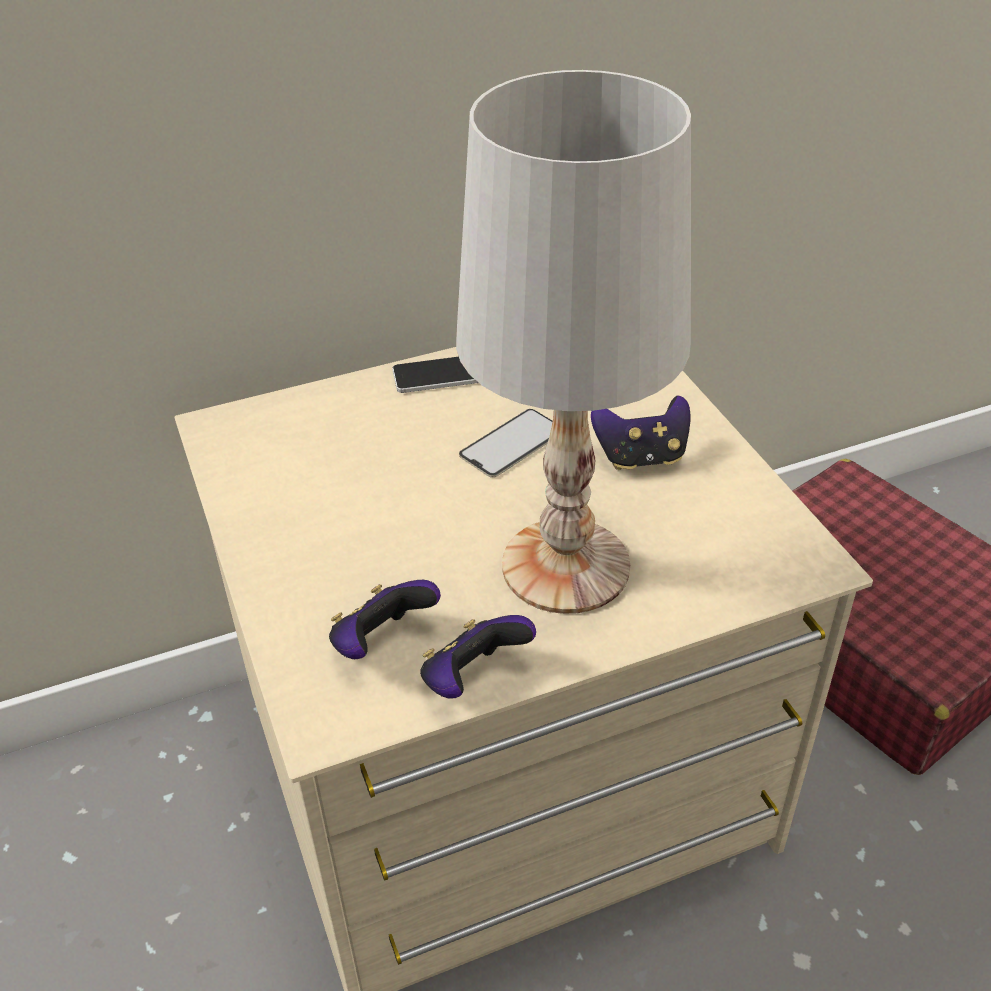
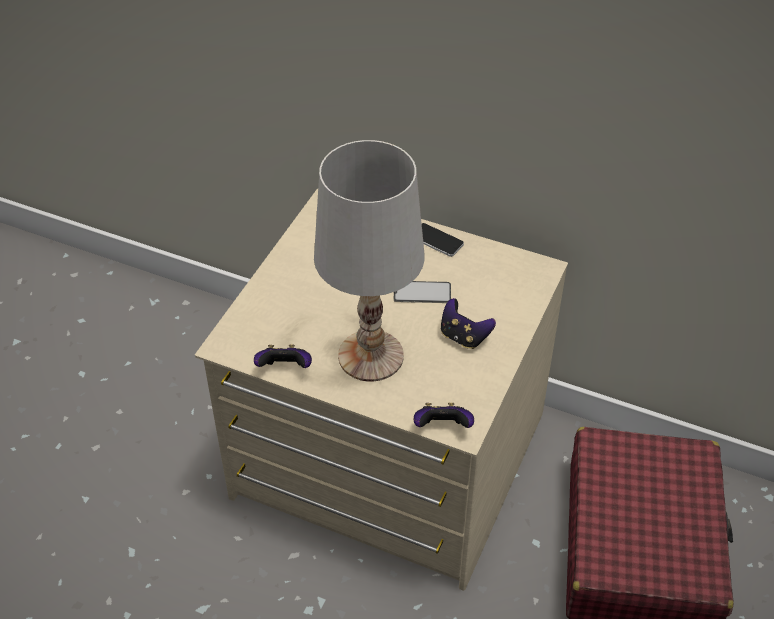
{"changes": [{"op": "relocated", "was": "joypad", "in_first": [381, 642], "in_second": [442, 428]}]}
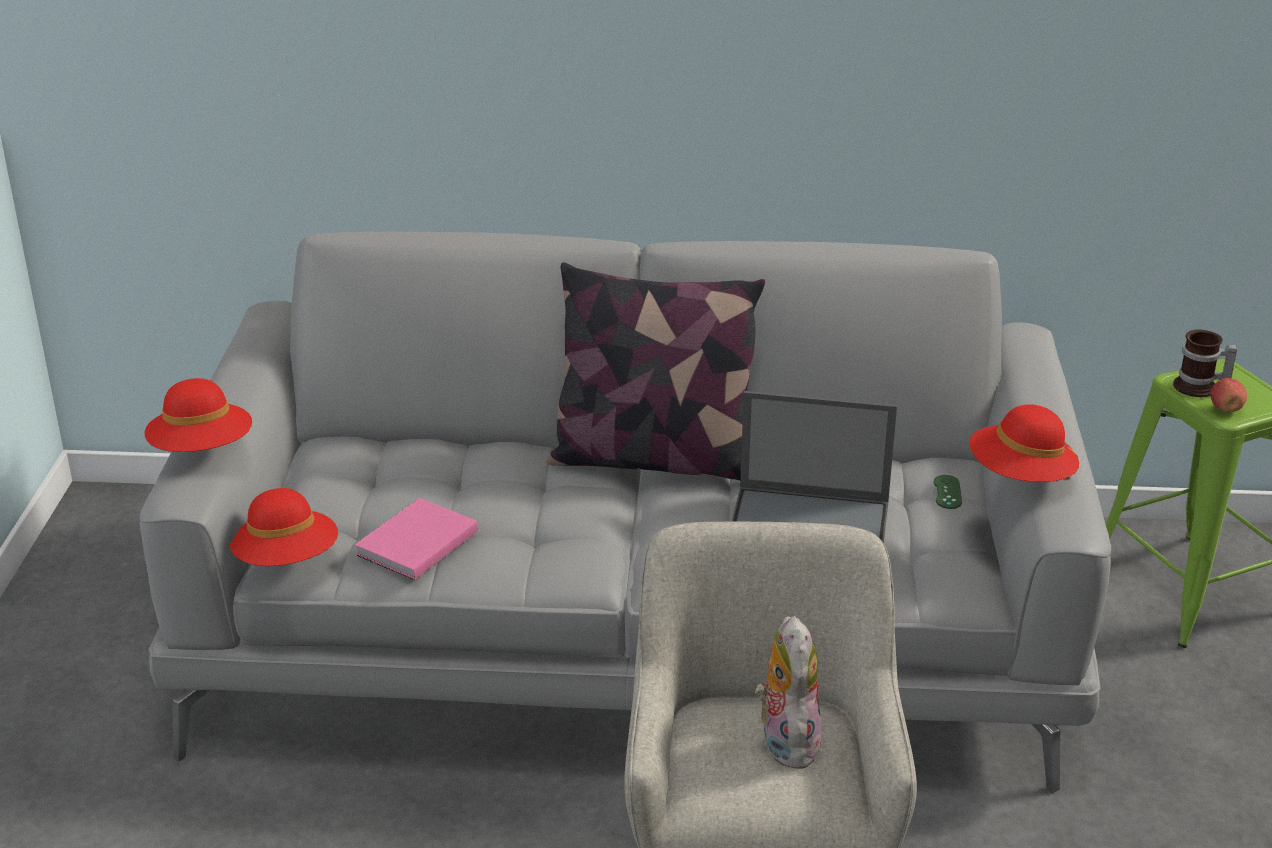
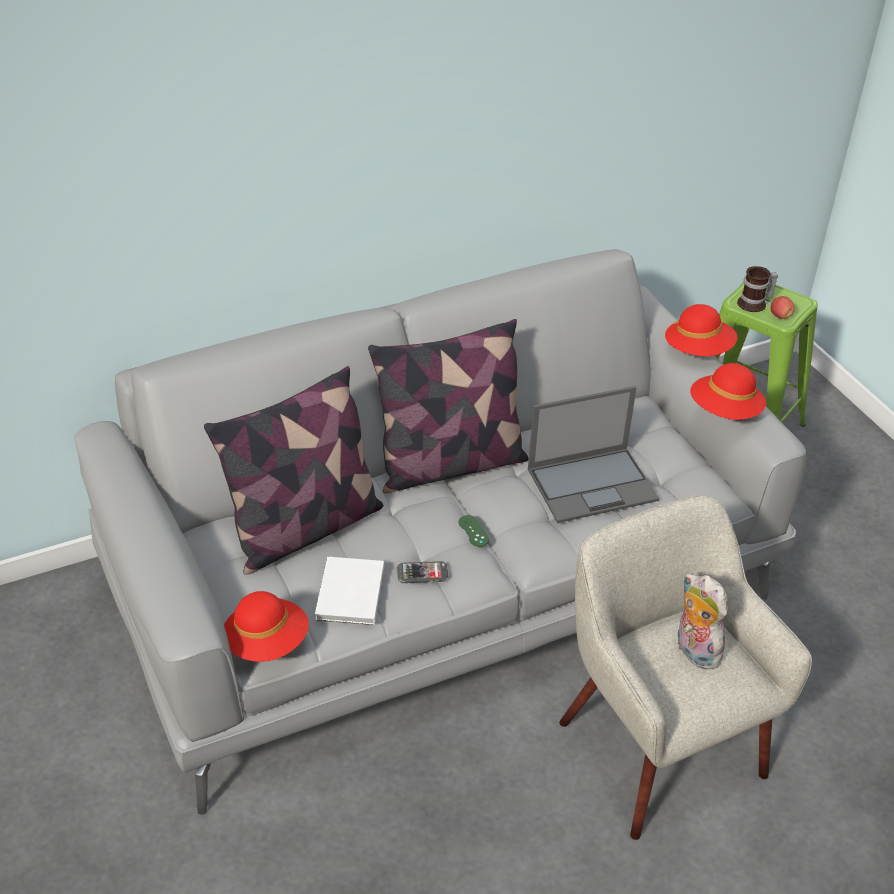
{"changes": [{"op": "relocated", "was": "wearable hat/red", "in_first": [202, 450], "in_second": [698, 350]}, {"op": "colour", "was": "book/pink", "now": "book/white", "in_first": [414, 544], "in_second": [348, 595]}, {"op": "relocated", "was": "joypad/green", "in_first": [947, 492], "in_second": [473, 531]}, {"op": "appeared", "now": "cushion", "in_second": [304, 528]}, {"op": "appeared", "now": "handset", "in_second": [422, 573]}]}
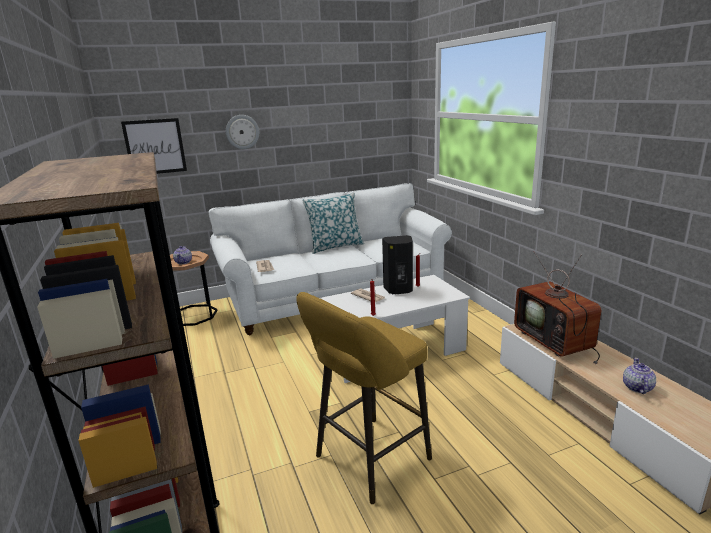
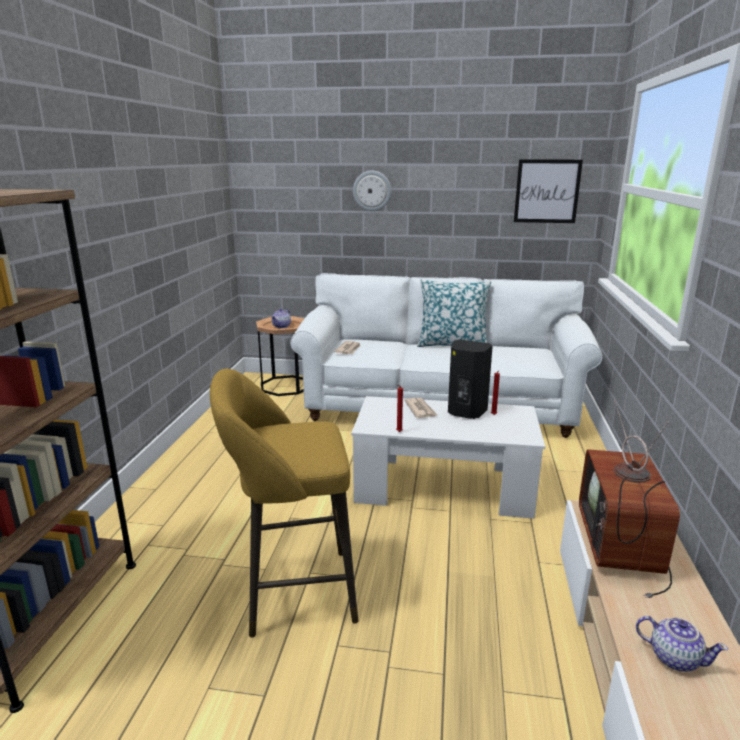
{"changes": [{"op": "relocated", "was": "wall art", "in_first": [155, 147], "in_second": [547, 191]}, {"op": "spun", "was": "teapot", "in_first": [637, 387], "in_second": [674, 657], "clockwise": 75}]}
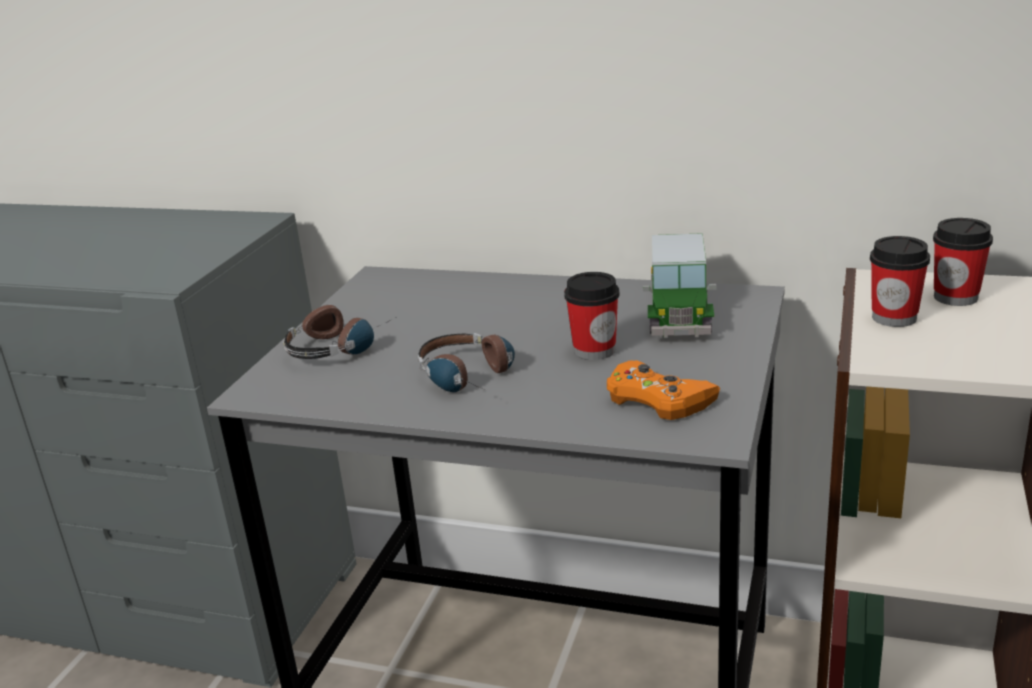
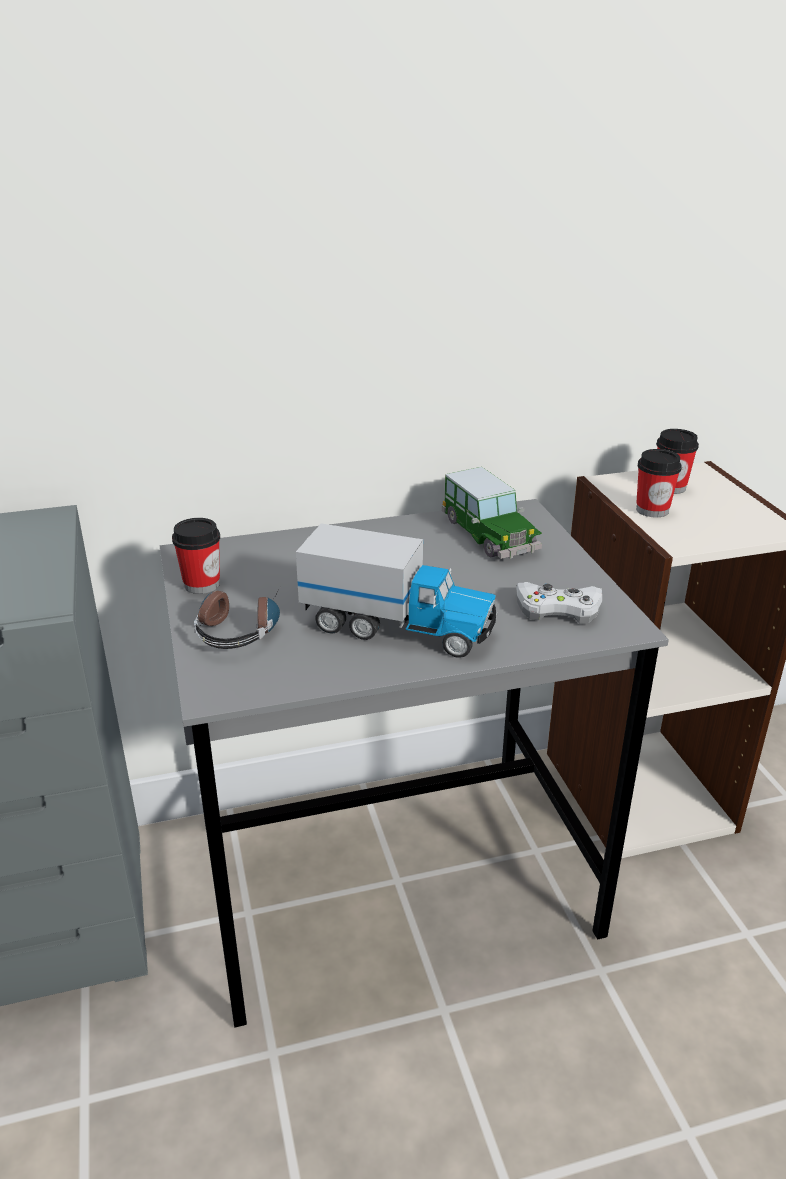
{"changes": [{"op": "exchanged", "was": "headset", "now": "model truck", "in_first": [473, 378], "in_second": [398, 628]}, {"op": "relocated", "was": "small cup", "in_first": [594, 350], "in_second": [202, 584]}, {"op": "colour", "was": "joypad/orange", "now": "joypad/white", "in_first": [658, 399], "in_second": [558, 609]}]}
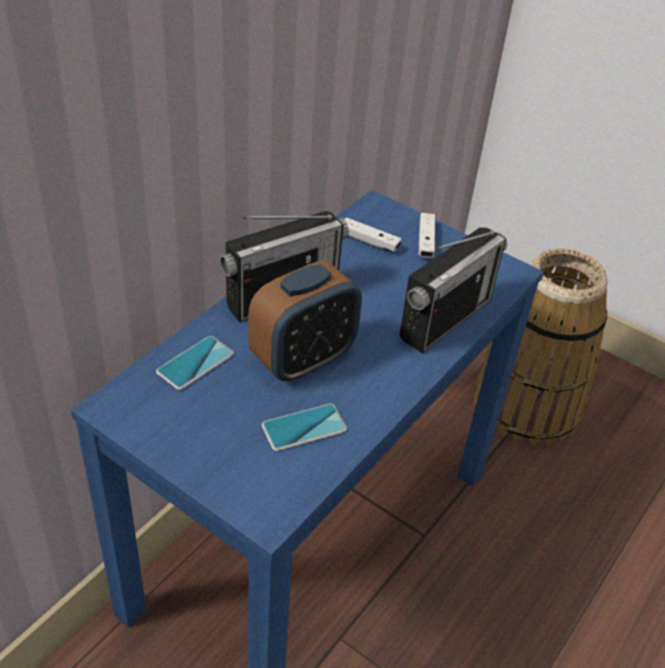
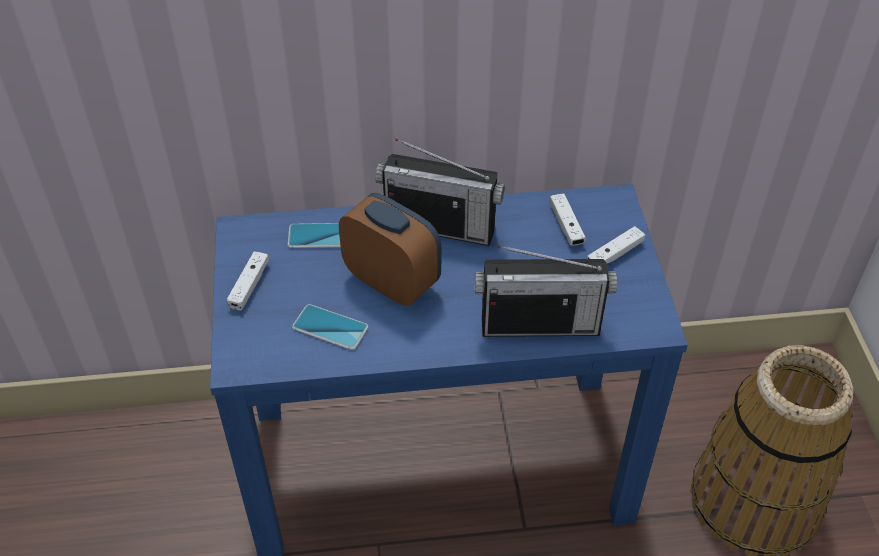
{"changes": [{"op": "spun", "was": "table clock", "in_first": [303, 360], "in_second": [392, 282], "clockwise": -150}, {"op": "appeared", "now": "joypad/white", "in_second": [249, 286]}]}
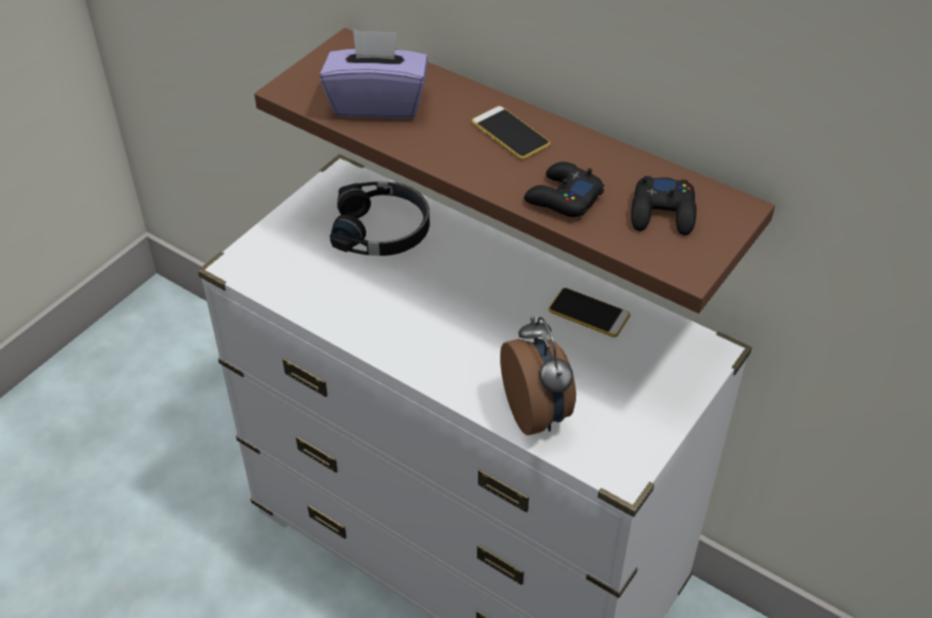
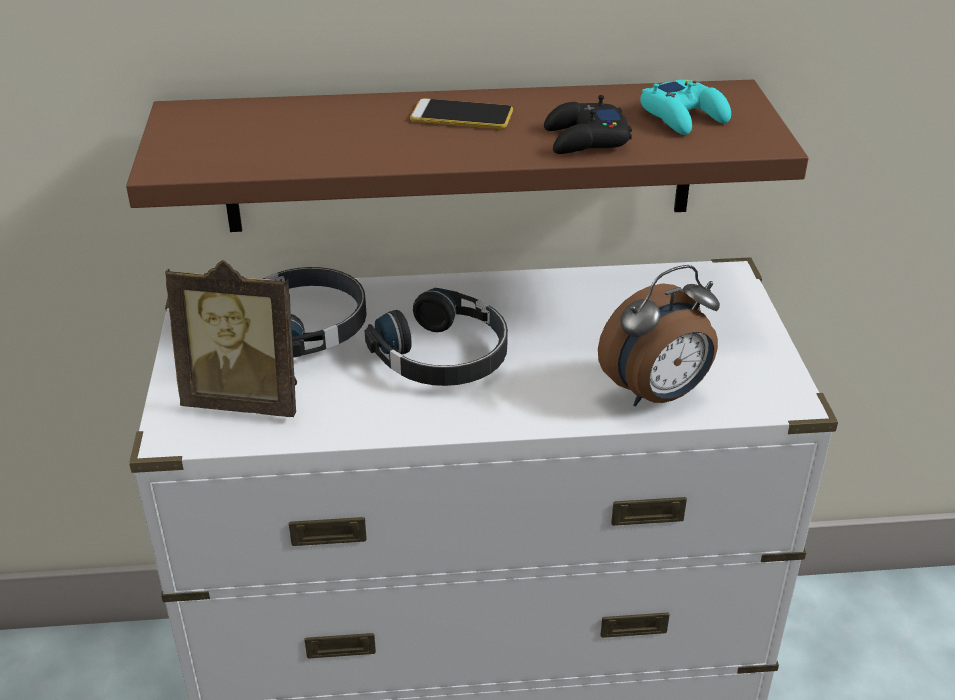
{"changes": [{"op": "missing", "was": "tissue box/purple", "in_first": [377, 103]}, {"op": "spun", "was": "table clock", "in_first": [537, 413], "in_second": [657, 394], "clockwise": 120}, {"op": "missing", "was": "handset", "in_first": [589, 313]}, {"op": "colour", "was": "joypad/black-coloured", "now": "joypad/blue-green", "in_first": [663, 213], "in_second": [684, 116]}, {"op": "appeared", "now": "standing frame", "in_second": [247, 399]}, {"op": "appeared", "now": "headset/black-coloured", "in_second": [444, 356]}]}
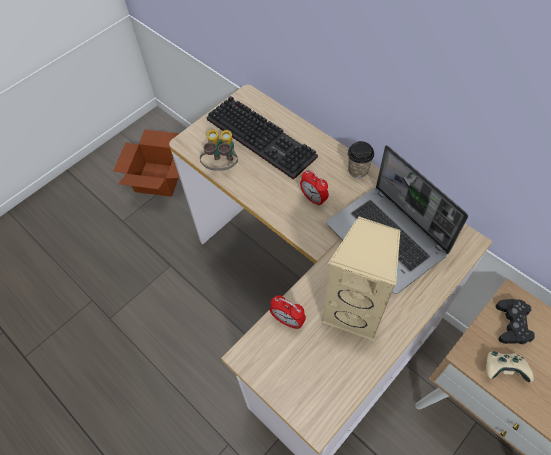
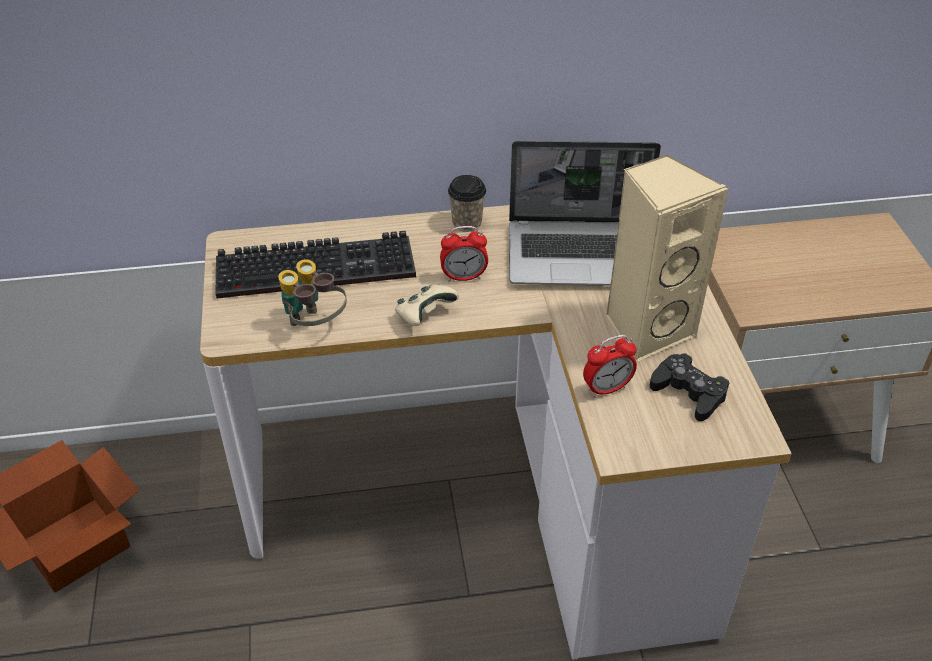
{"changes": [{"op": "relocated", "was": "joypad/beige-coloured", "in_first": [503, 369], "in_second": [424, 316]}, {"op": "relocated", "was": "joypad/black-coloured", "in_first": [512, 324], "in_second": [689, 393]}]}
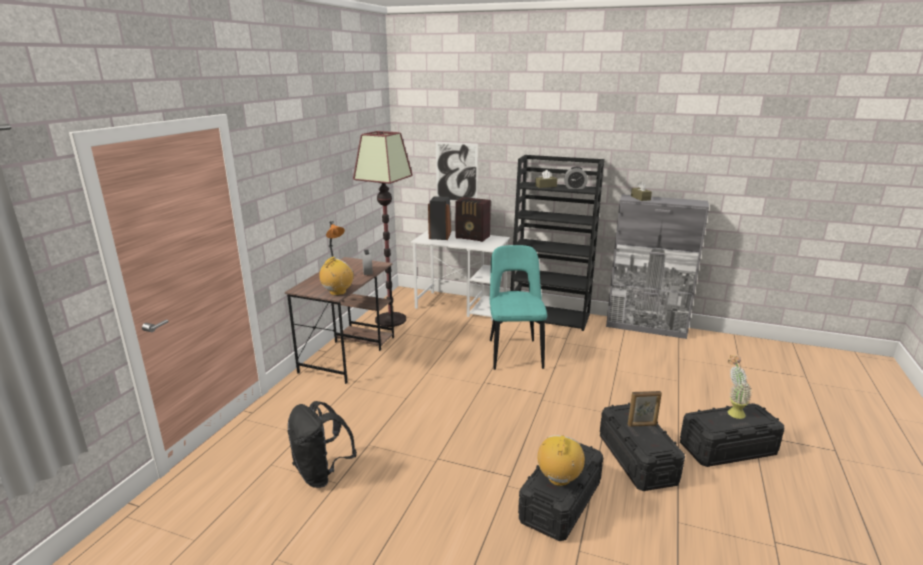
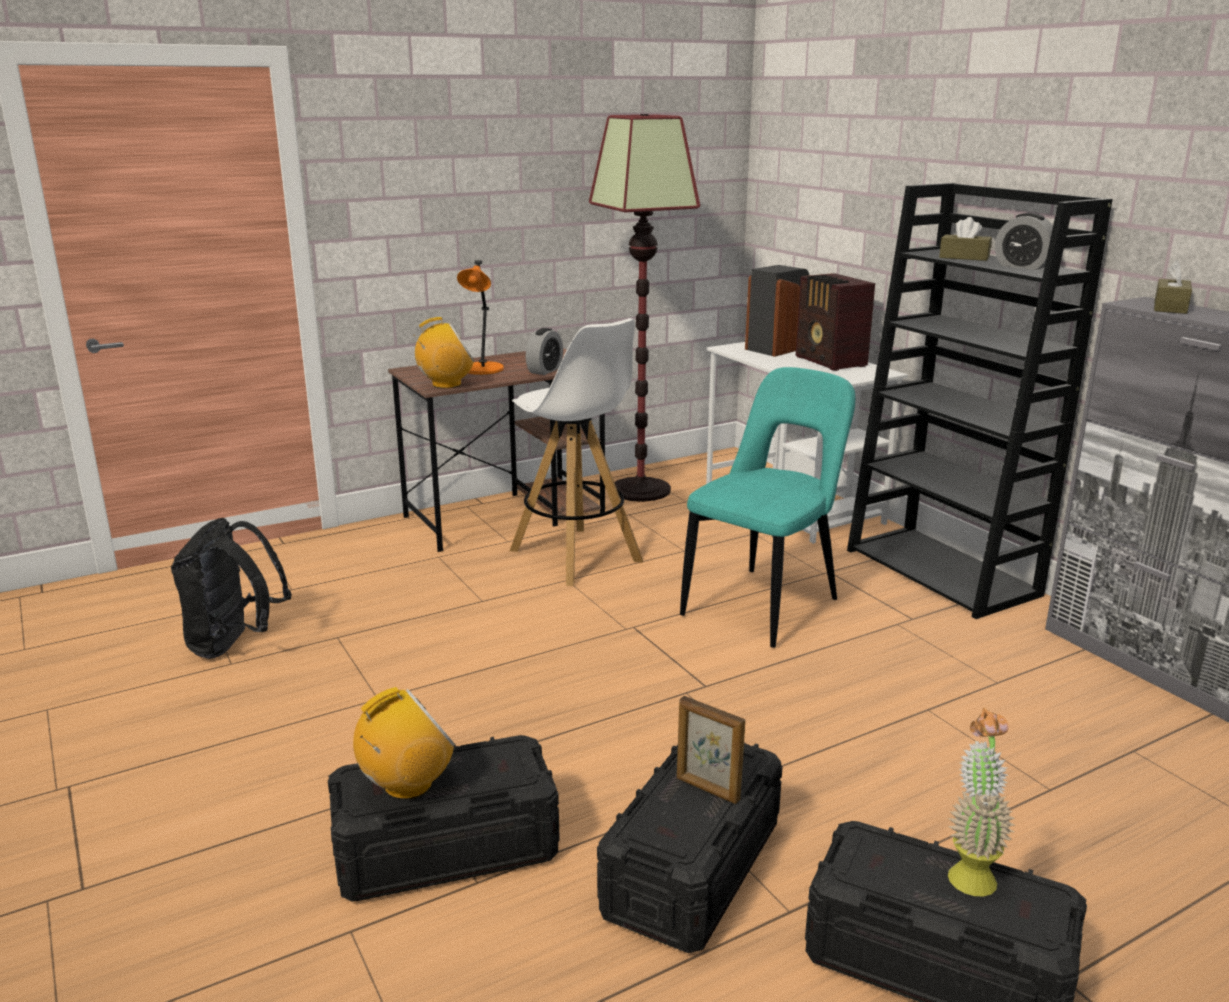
{"changes": [{"op": "missing", "was": "wall art", "in_first": [456, 172]}, {"op": "appeared", "now": "stool/white", "in_second": [576, 556]}]}
